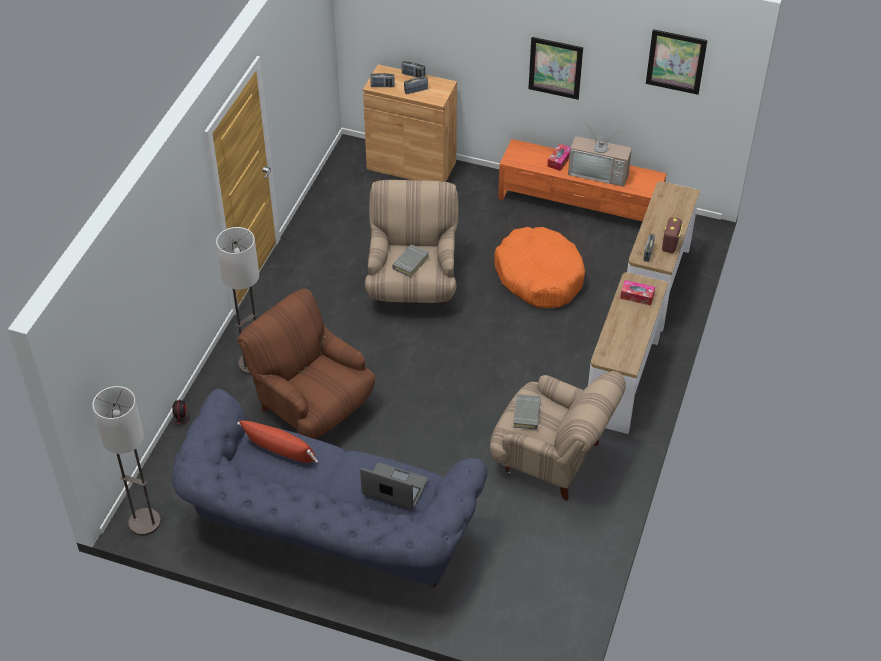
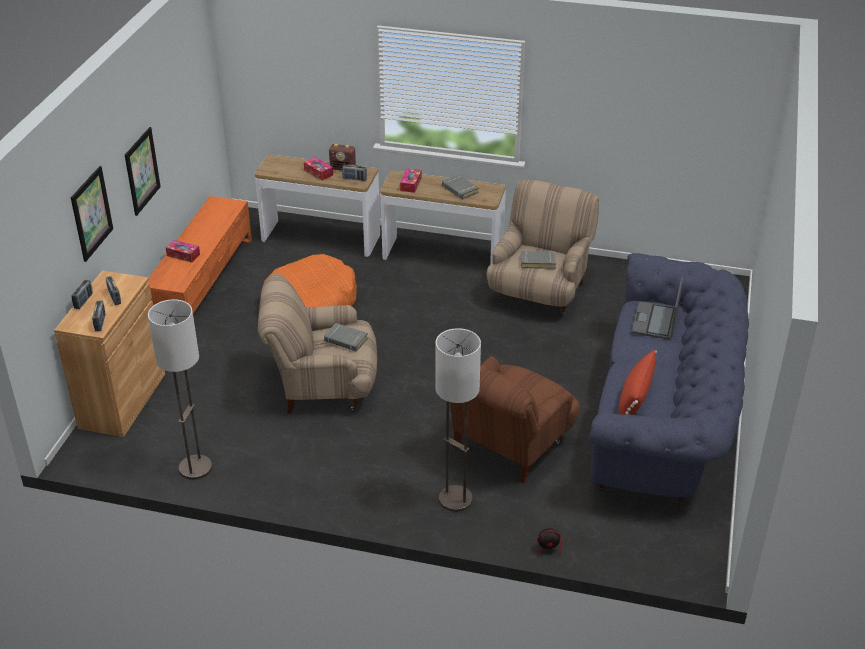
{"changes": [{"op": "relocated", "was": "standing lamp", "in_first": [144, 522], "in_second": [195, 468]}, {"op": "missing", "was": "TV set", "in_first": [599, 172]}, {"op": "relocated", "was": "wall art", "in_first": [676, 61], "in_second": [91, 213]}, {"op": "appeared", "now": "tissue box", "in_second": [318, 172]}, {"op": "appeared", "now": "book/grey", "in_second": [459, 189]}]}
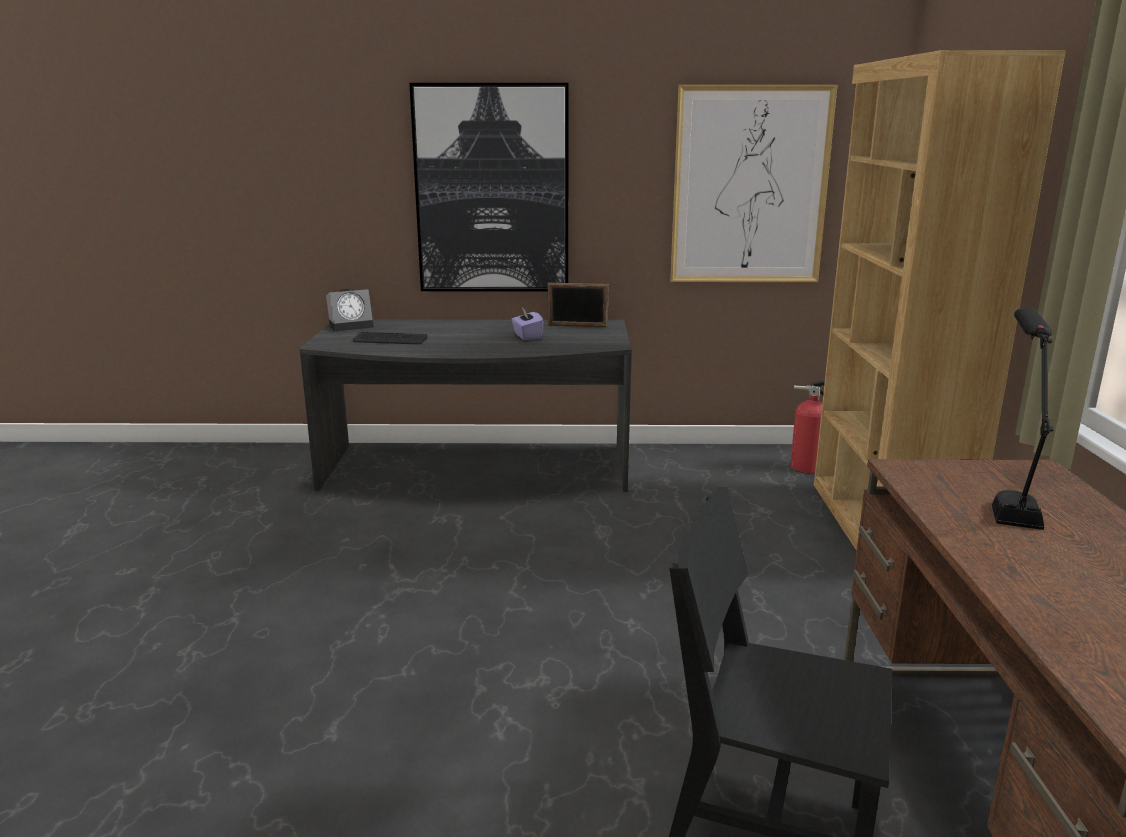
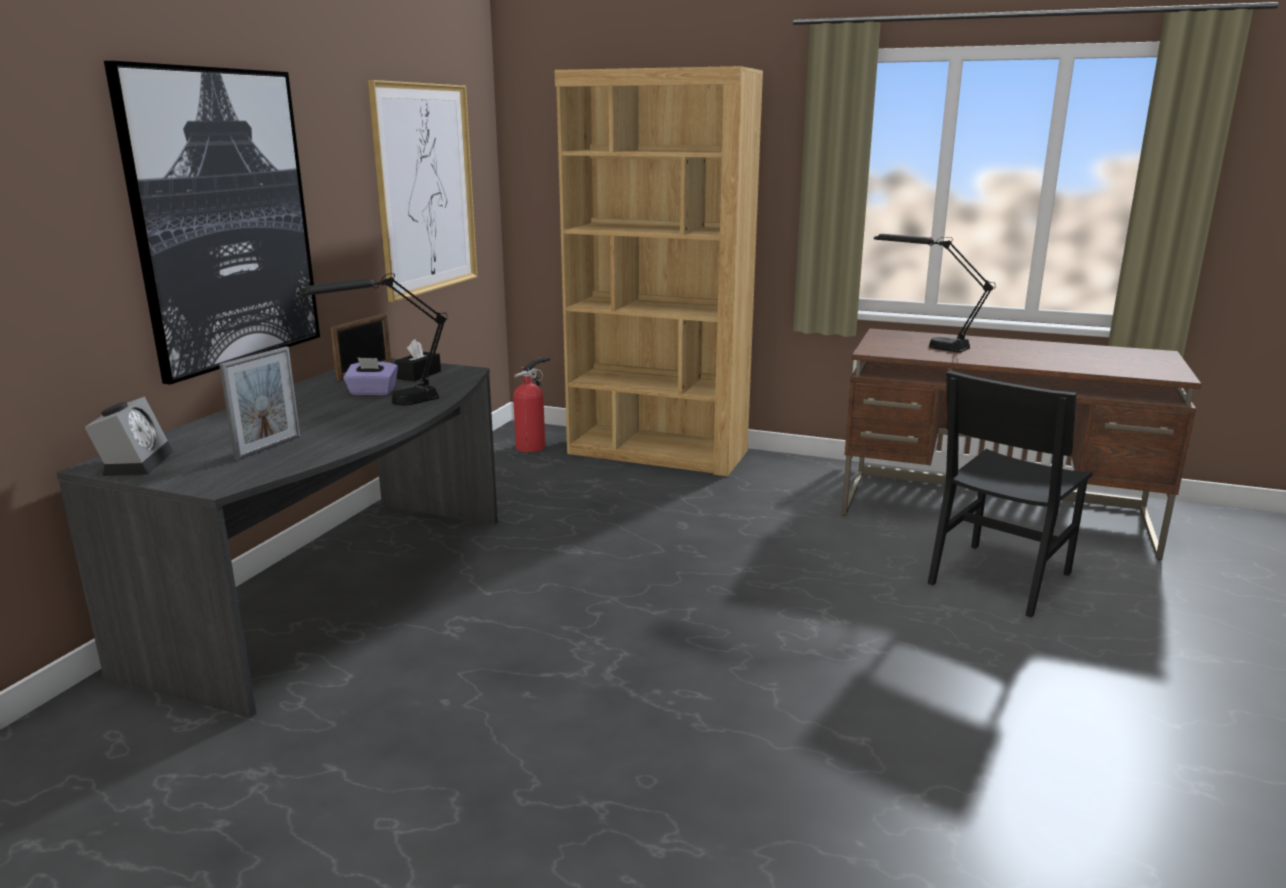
{"changes": [{"op": "exchanged", "was": "PC keyboard", "now": "standing frame", "in_first": [390, 340], "in_second": [268, 448]}, {"op": "appeared", "now": "table lamp/black-coloured", "in_second": [387, 405]}, {"op": "appeared", "now": "tissue box/black-coloured", "in_second": [418, 375]}]}
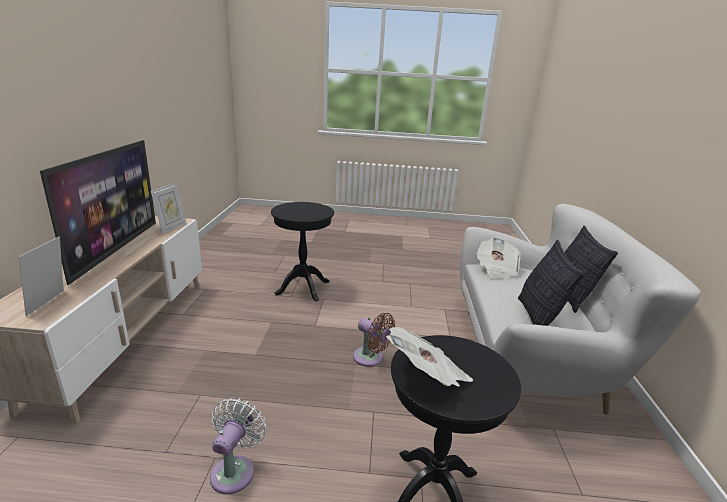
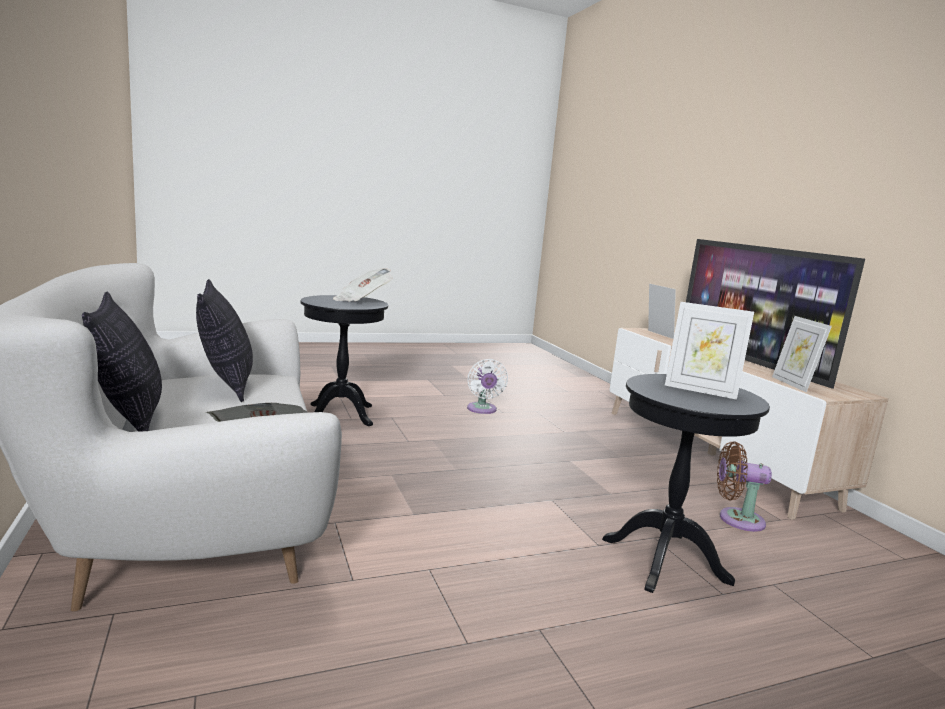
{"changes": [{"op": "relocated", "was": "electric fan/brownish", "in_first": [370, 358], "in_second": [736, 519]}, {"op": "appeared", "now": "standing frame", "in_second": [700, 390]}]}
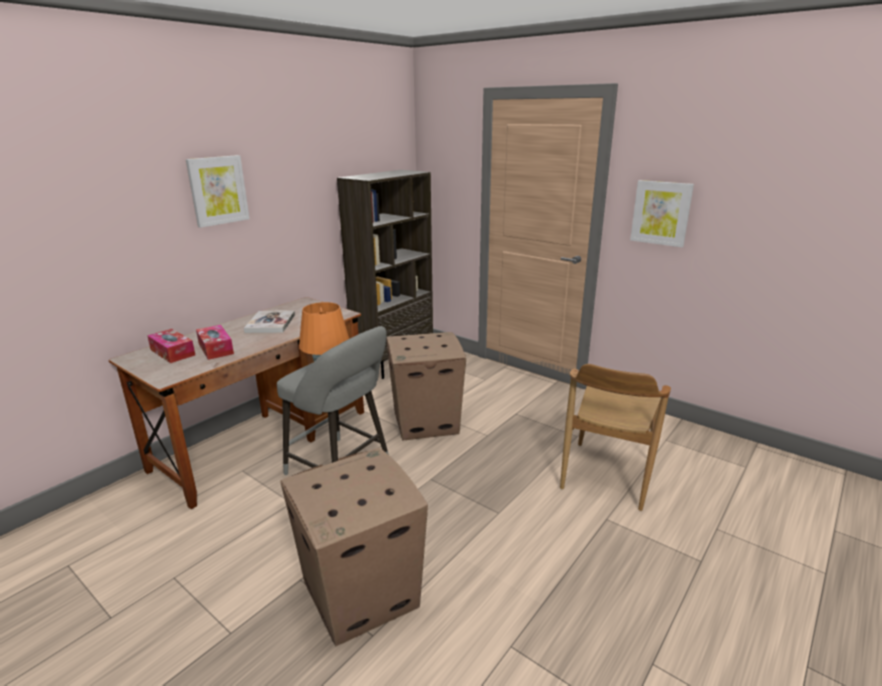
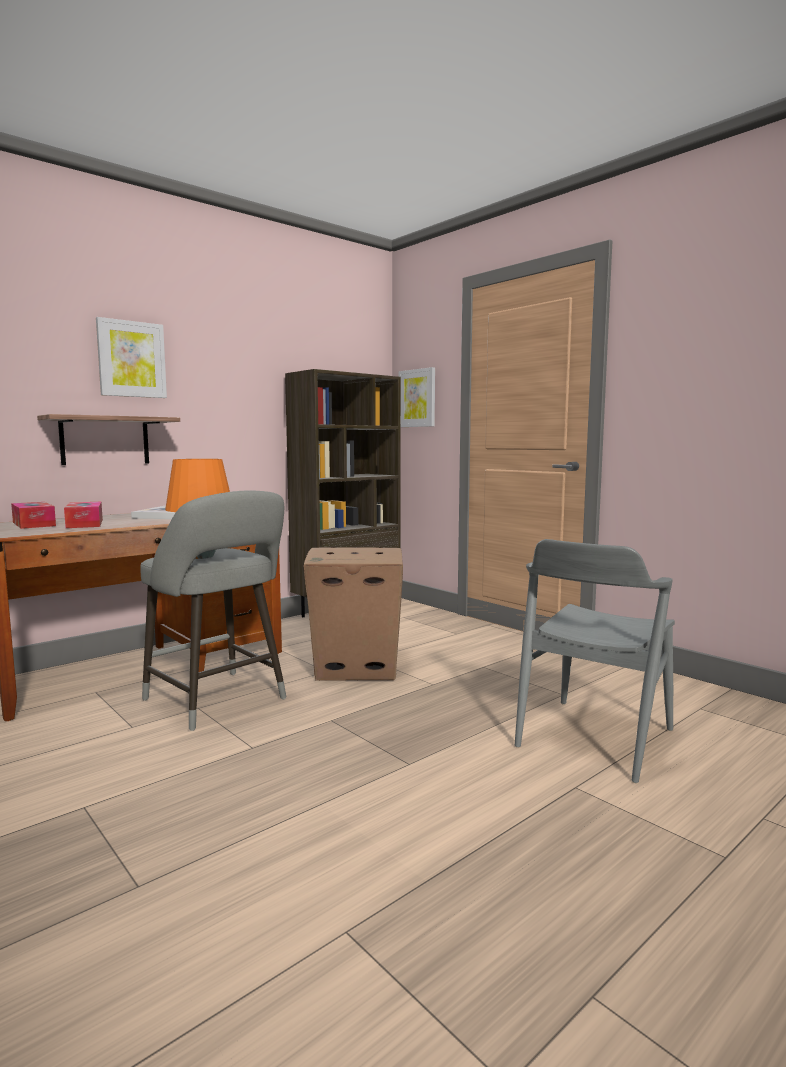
{"changes": [{"op": "missing", "was": "cardboard box", "in_first": [359, 595]}, {"op": "colour", "was": "chair/brownish", "now": "chair/grey", "in_first": [607, 475], "in_second": [594, 738]}, {"op": "relocated", "was": "wall art", "in_first": [661, 213], "in_second": [417, 398]}, {"op": "appeared", "now": "bracket shelf", "in_second": [105, 440]}]}
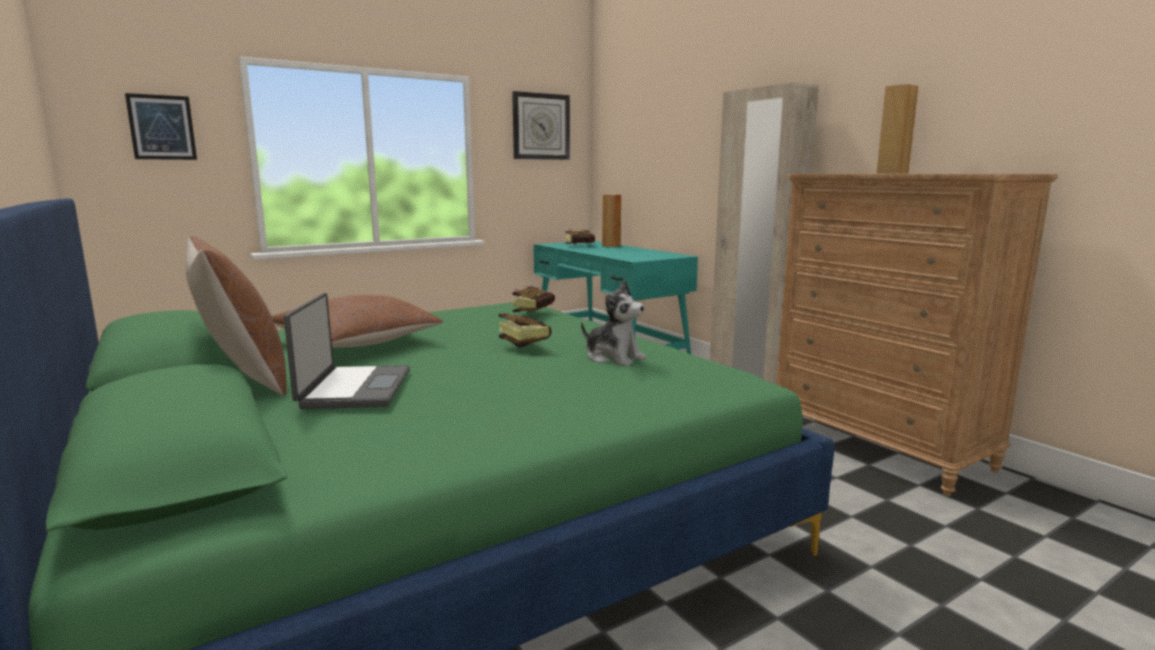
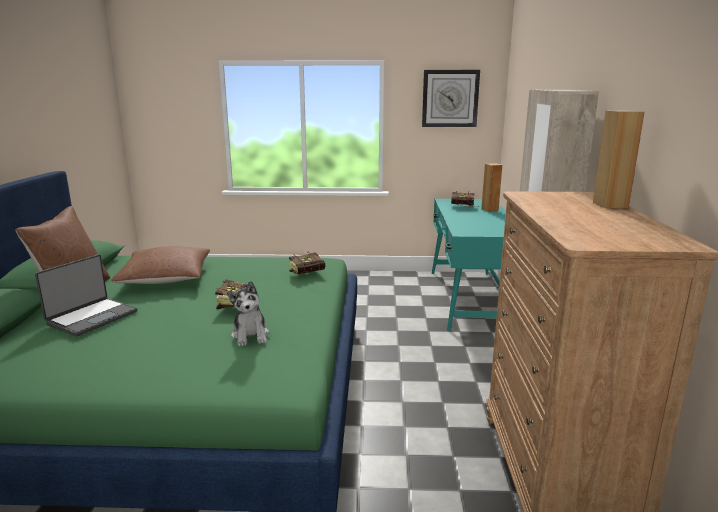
{"changes": [{"op": "missing", "was": "wall art", "in_first": [162, 127]}]}
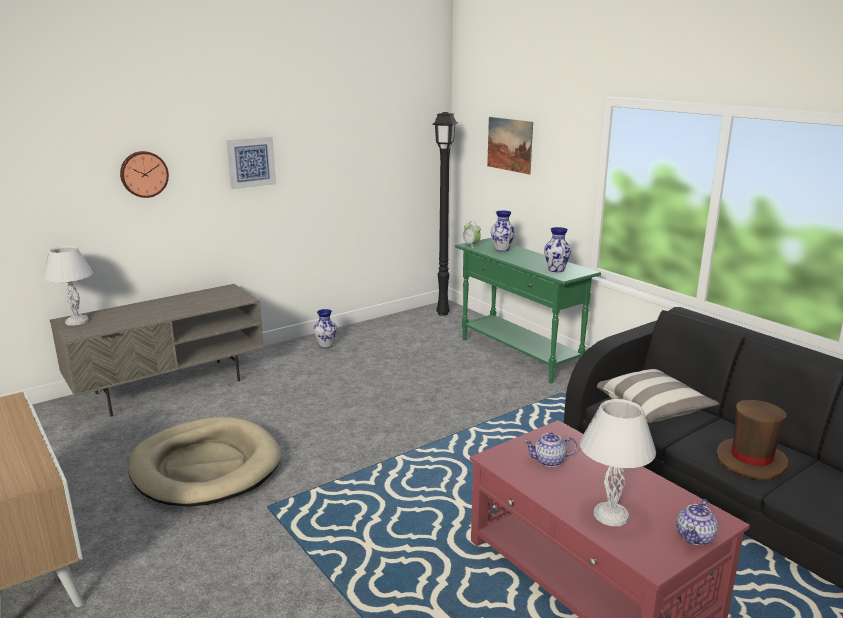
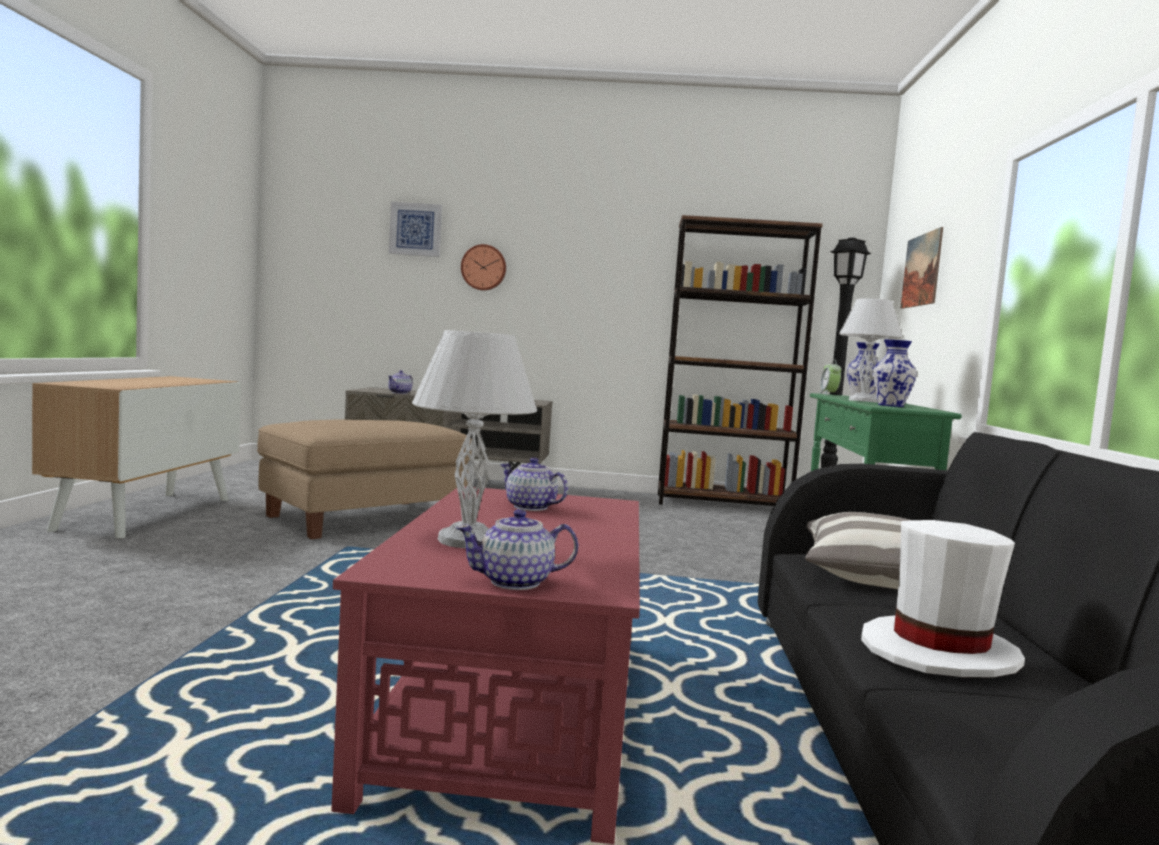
{"changes": [{"op": "relocated", "was": "table lamp/white", "in_first": [76, 322], "in_second": [863, 401]}, {"op": "exchanged", "was": "pet bed/beige-coloured", "now": "pouffe/beige-coloured", "in_first": [205, 467], "in_second": [364, 518]}, {"op": "relocated", "was": "wall art", "in_first": [251, 162], "in_second": [415, 229]}, {"op": "missing", "was": "flower vase", "in_first": [325, 345]}, {"op": "colour", "was": "wearable hat/brownish", "now": "wearable hat/white", "in_first": [751, 460], "in_second": [939, 652]}, {"op": "appeared", "now": "teapot", "in_second": [400, 393]}, {"op": "appeared", "now": "bookshelf/brownish", "in_second": [722, 504]}]}
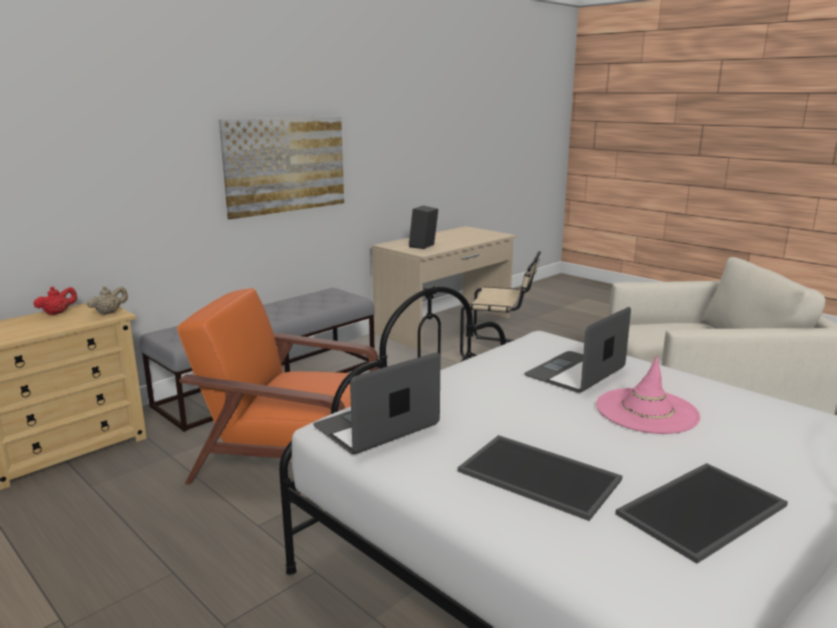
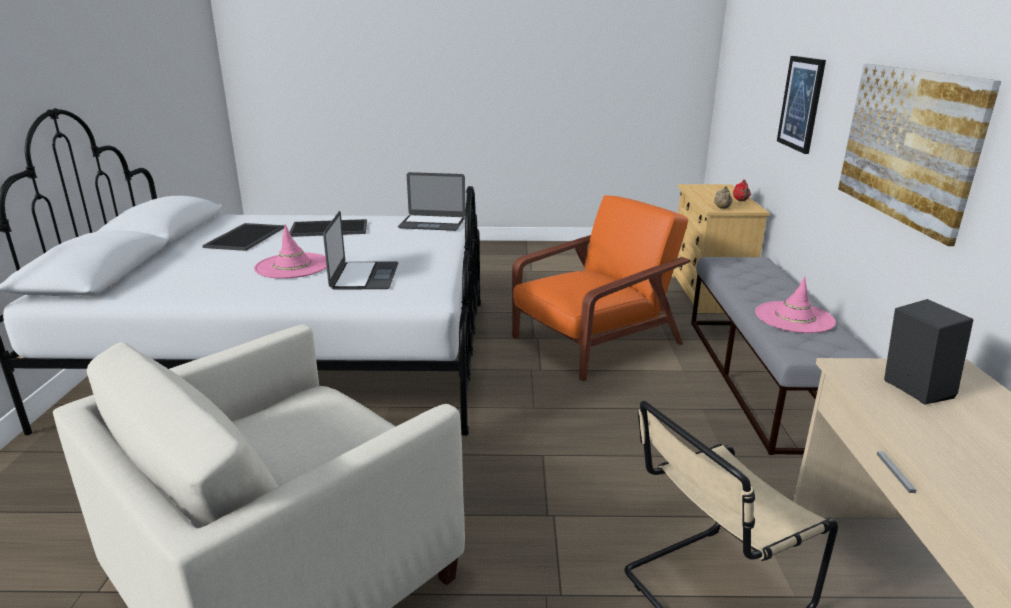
{"changes": [{"op": "spun", "was": "portable computer", "in_first": [376, 426], "in_second": [432, 223], "clockwise": 90}, {"op": "appeared", "now": "wearable hat/pink", "in_second": [794, 318]}, {"op": "appeared", "now": "wall art", "in_second": [801, 103]}]}
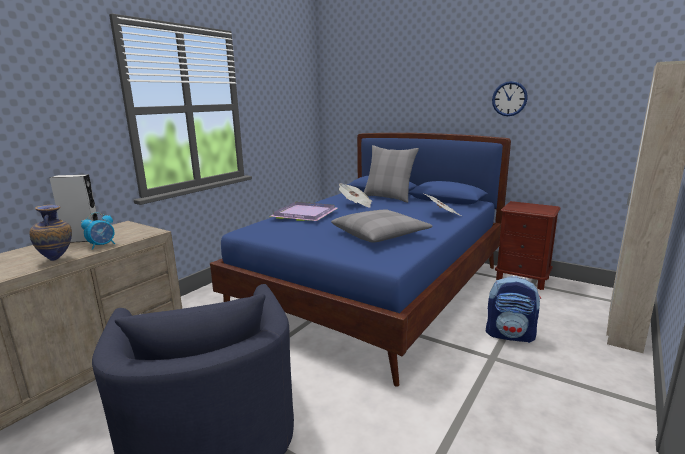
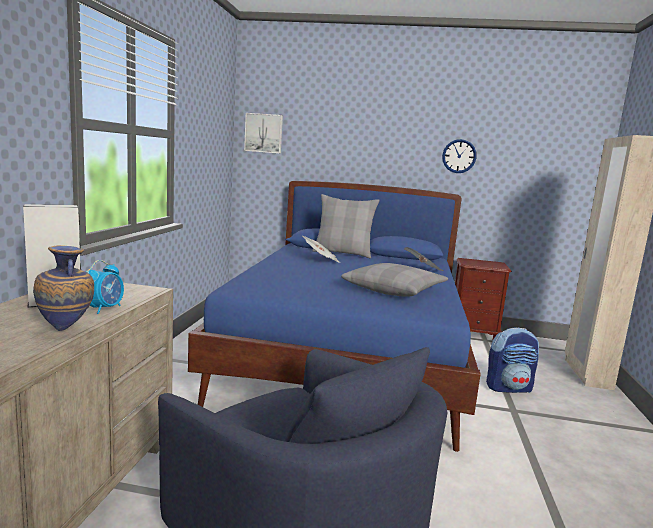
{"changes": [{"op": "missing", "was": "serving tray/purple", "in_first": [303, 214]}, {"op": "appeared", "now": "wall art", "in_second": [264, 133]}]}
